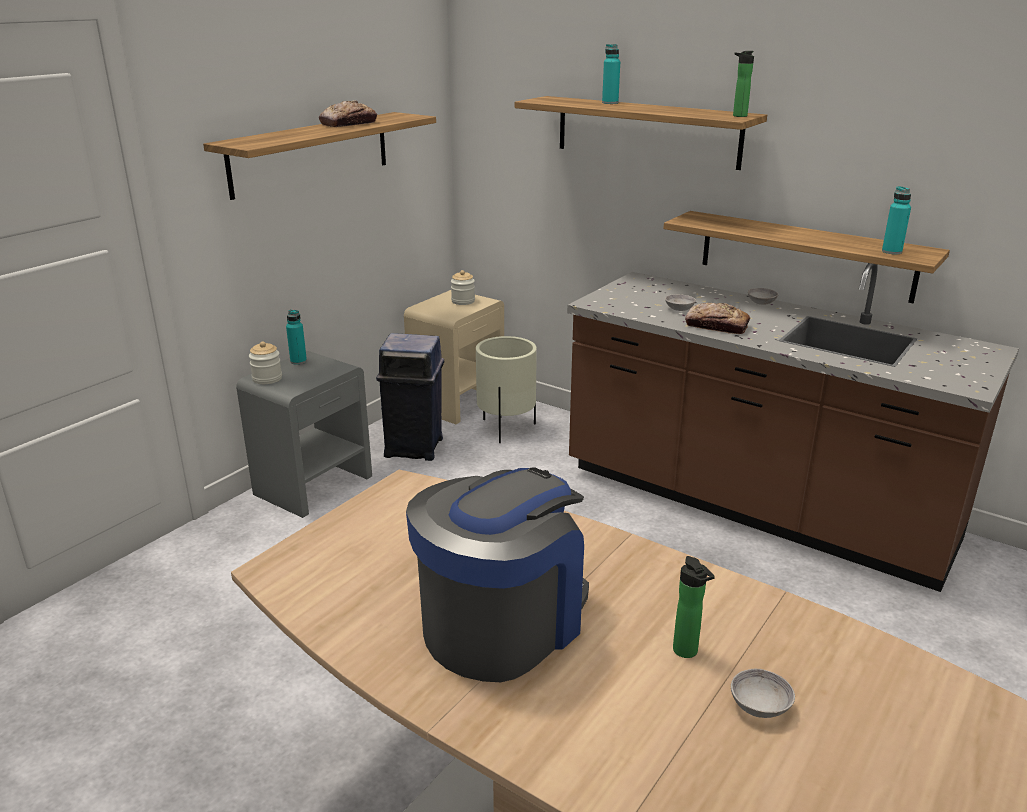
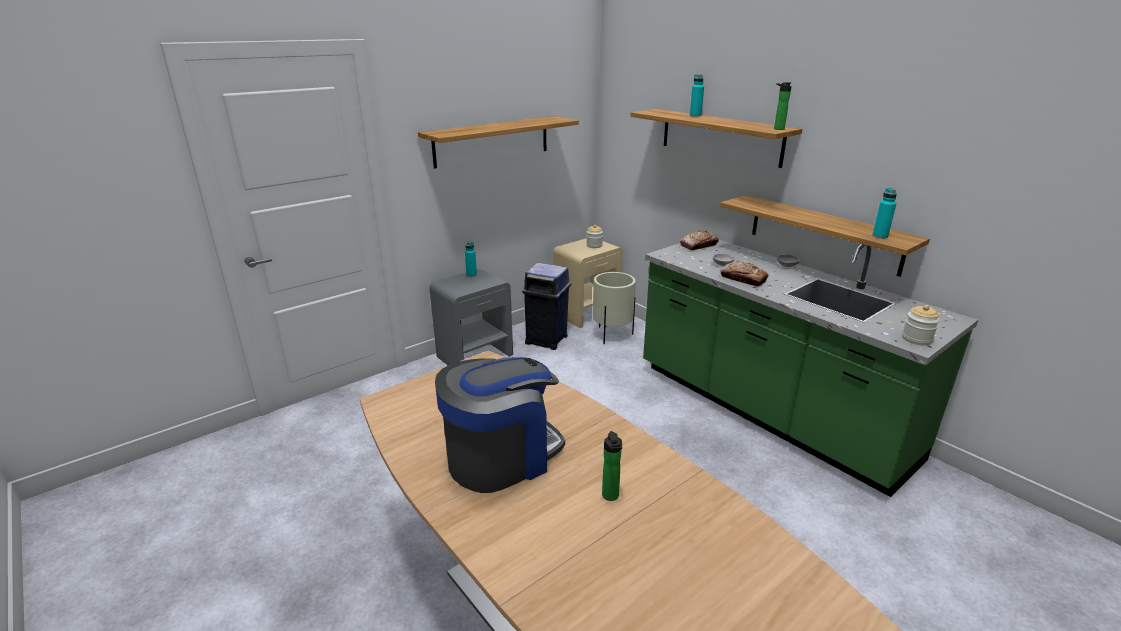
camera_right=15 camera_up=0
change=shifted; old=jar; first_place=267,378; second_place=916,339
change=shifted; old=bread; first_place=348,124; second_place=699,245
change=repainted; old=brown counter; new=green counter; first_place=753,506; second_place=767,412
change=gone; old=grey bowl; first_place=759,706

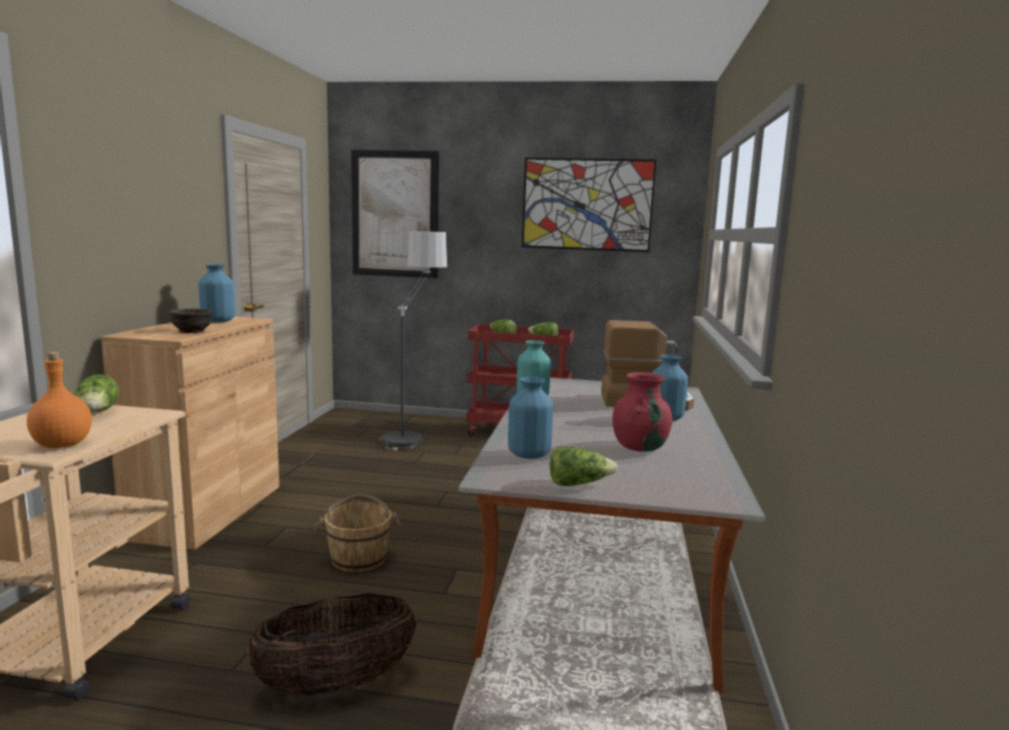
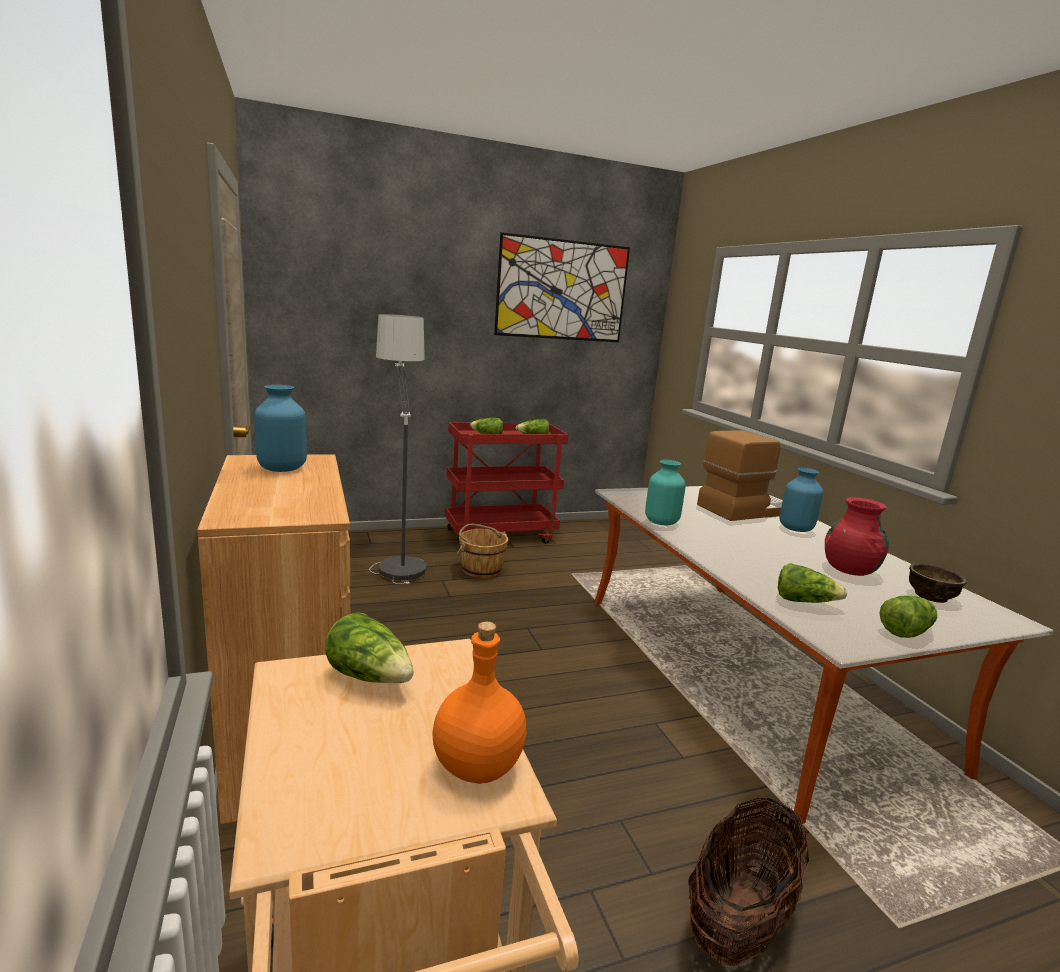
camera_right=-30 camera_up=5
change=shifted; old=brown bowl; first_place=192,331; second_place=930,596
change=shifted; old=brown bucket; first_place=359,558; second_place=481,569
change=gone; old=picture; first_place=395,214
change=swapped; old=blue vase; new=lettuce; first_place=529,454; second_place=804,601

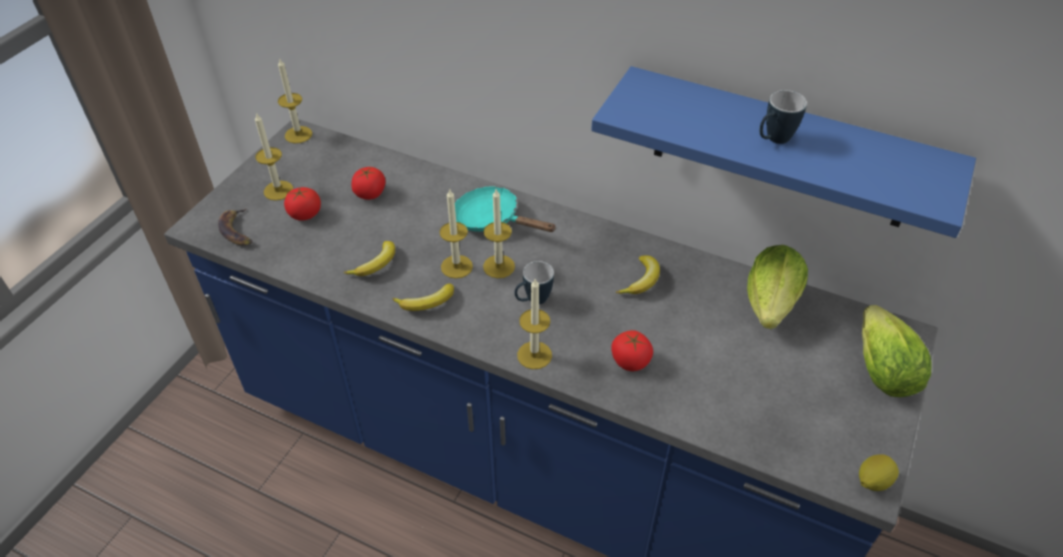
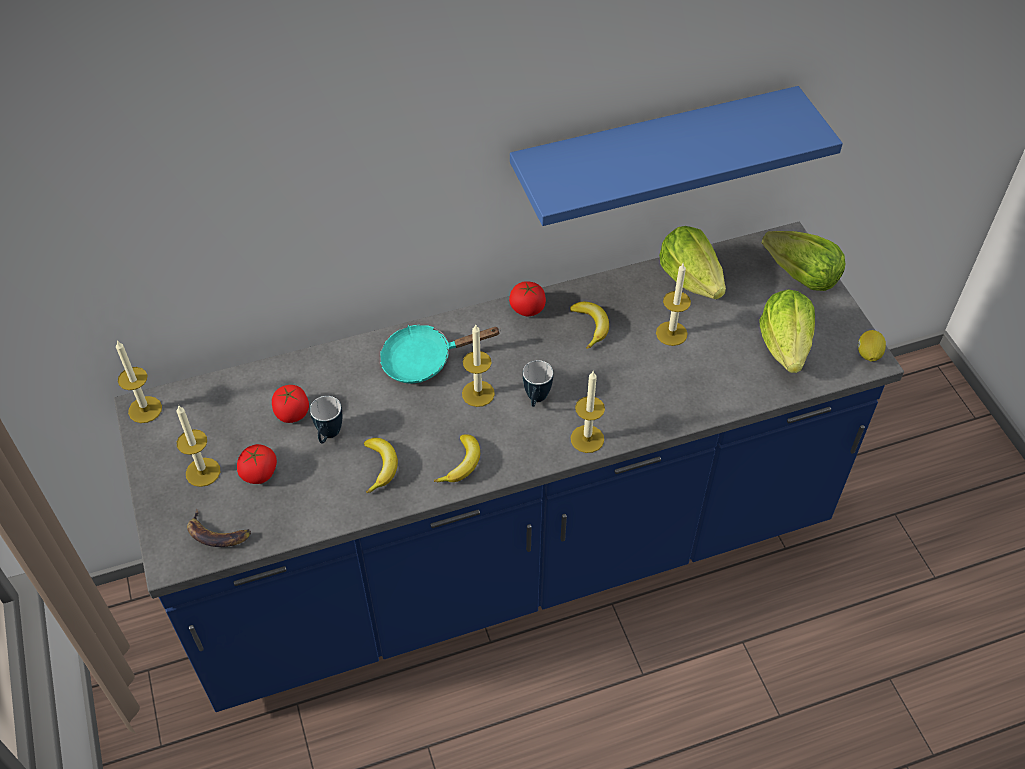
camera_right=-45 camera_up=5
change=shifted; old=candle; first_place=456,266; second_place=671,333
change=shifted; old=tomato; first_place=630,361; second_place=527,308
change=shifted; old=mug; first_place=773,140; second_place=328,436
change=new; new=lettuce; second_place=785,346

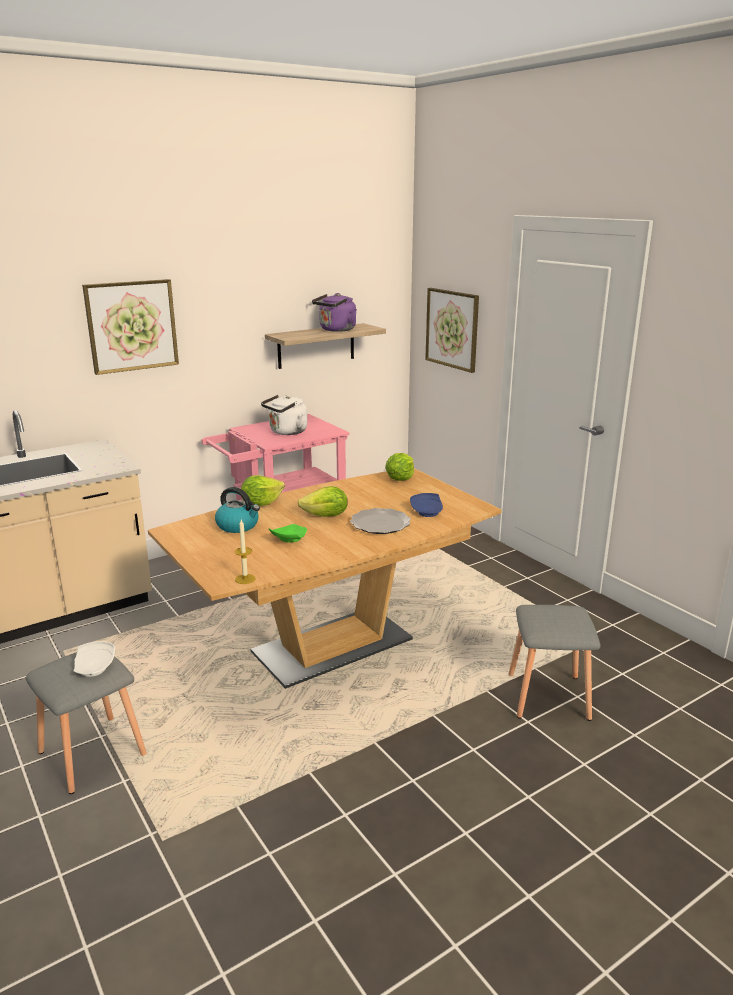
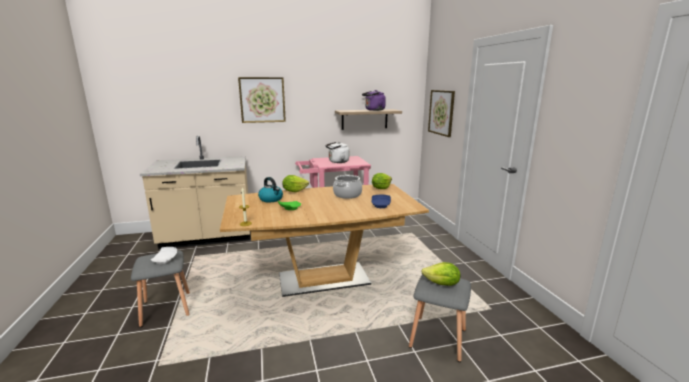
camera_right=20 camera_up=-5
change=shifted; old=lettuce; first_place=326,516; second_place=442,284
change=gone; old=plate; first_place=380,524
change=new; new=cooking pot; second_place=347,195

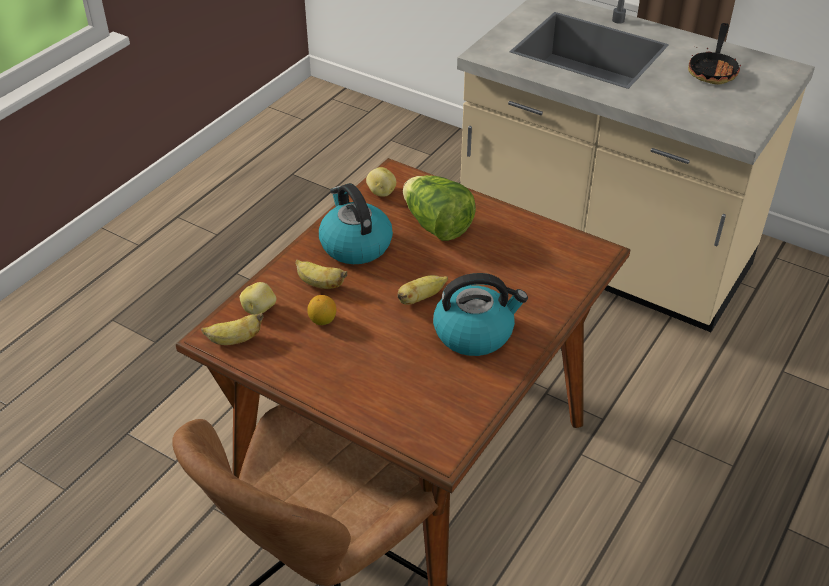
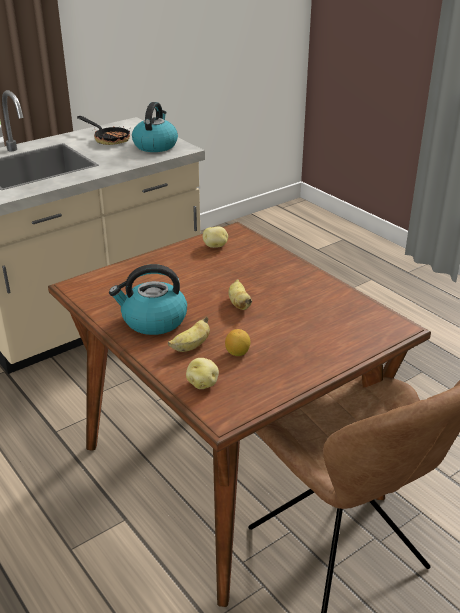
camera_right=-70 camera_up=-10
change=gone; old=banana; first_place=234,340
change=shifted; old=potato; first_place=381,192; second_place=215,246
change=gone; old=lettuce; first_place=436,226
change=shifted; old=kettle; first_place=475,332; second_place=155,145

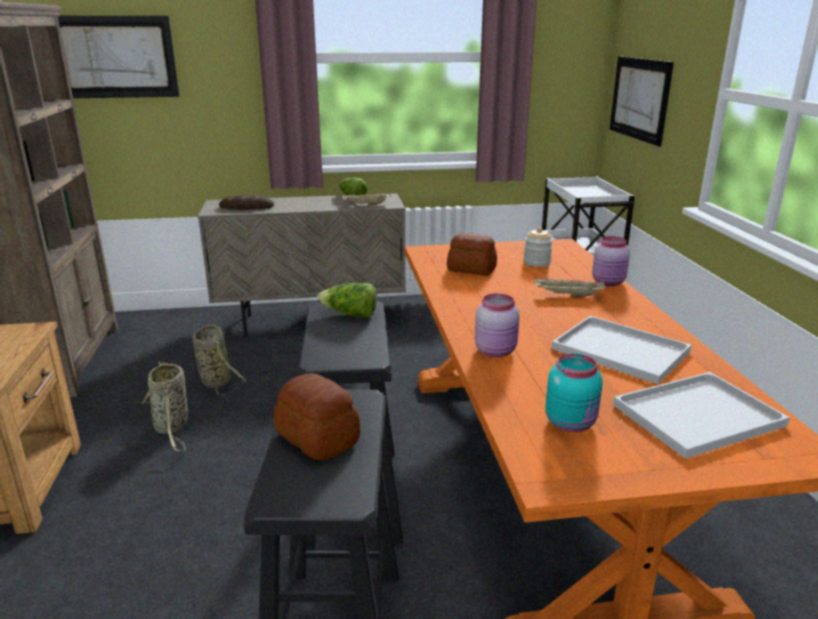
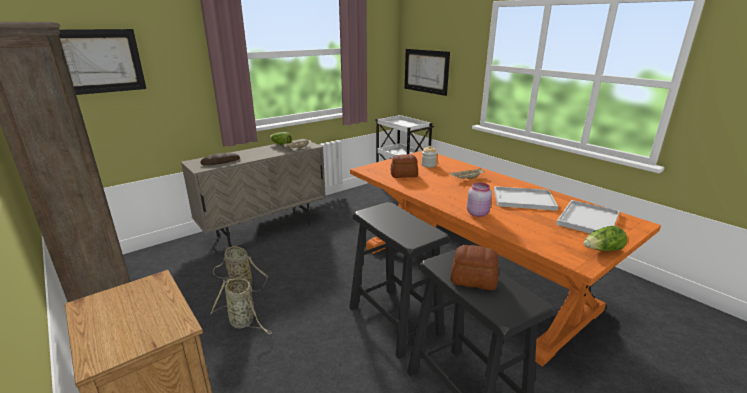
camera_right=-30 camera_up=0
change=shifted; old=lettuce; first_place=350,315; second_place=602,250
change=gone; old=turquoise jar; first_place=571,423
change=gone; old=pink jar; first_place=609,282

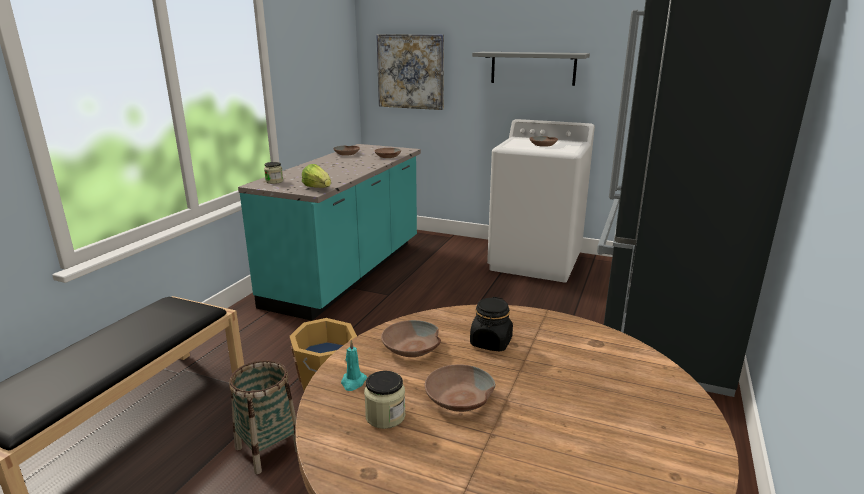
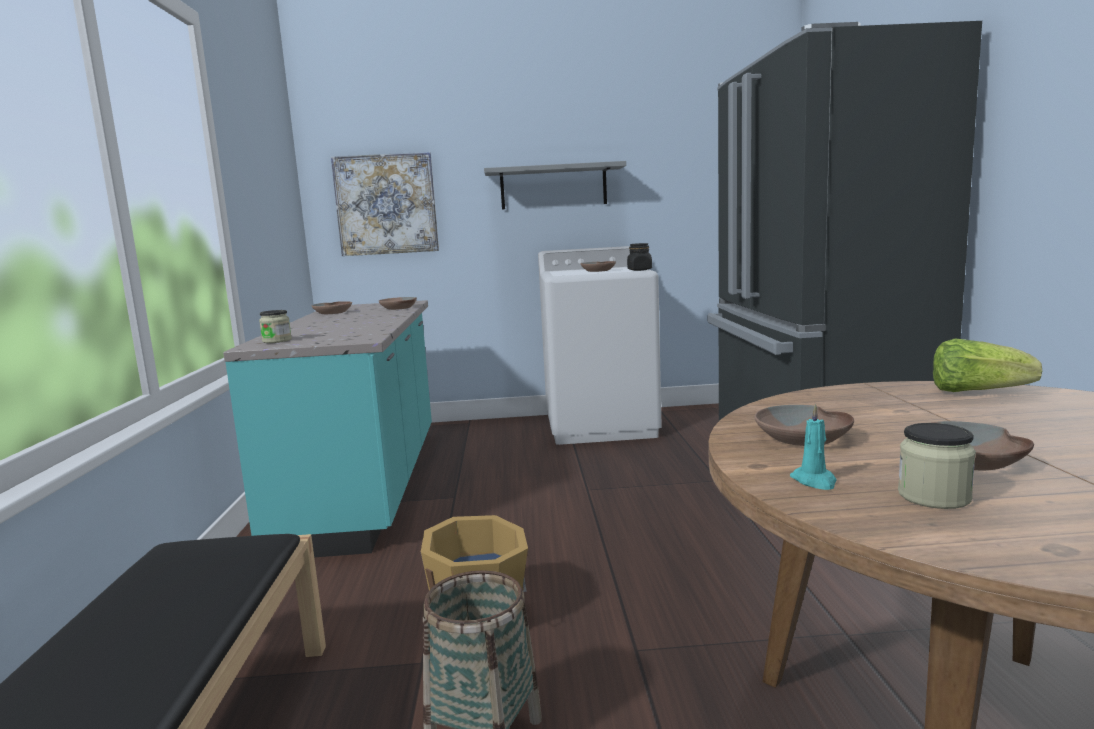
camera_right=-25 camera_up=-10
change=shifted; old=lettuce; first_place=317,188; second_place=976,392
change=shifted; old=black jar; first_place=491,342; second_place=639,270

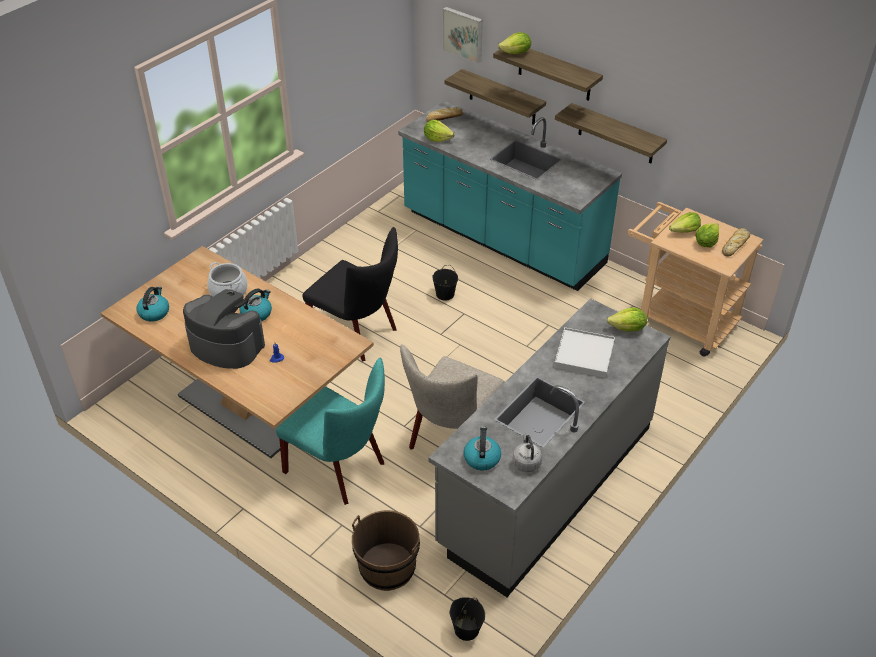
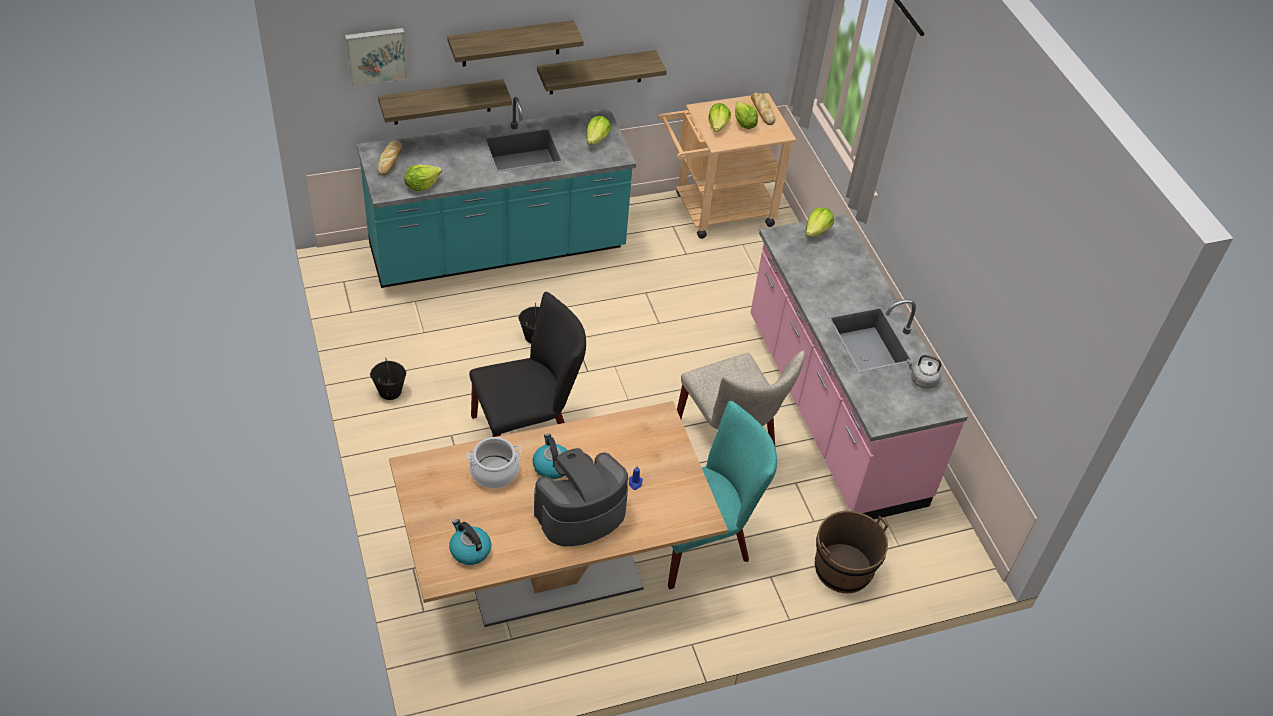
camera_right=-60 camera_up=5
change=repainted; old=grey counter; new=pink counter; first_place=546,485; second_place=831,410
change=shifted; old=black bucket; first_place=466,629; second_place=389,391
change=gone; old=kettle; first_place=481,458
change=shifted; old=lettuce; first_place=516,53; second_place=597,139
change=gone; old=white tray; first_place=584,355

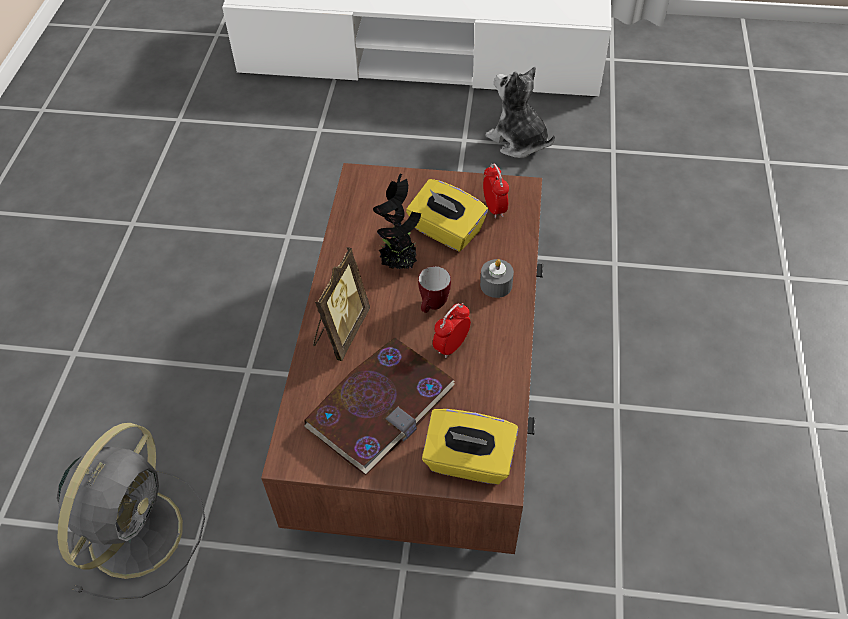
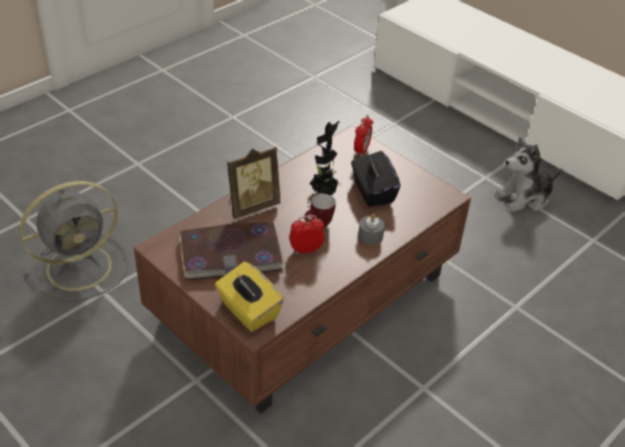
camera_right=35 camera_up=-10
change=repainted; old=yellow tissue box; new=black tissue box; first_place=446,231; second_place=372,192
change=shifted; old=alarm clock; first_place=494,208; second_place=361,150
change=rotated; old=plush toy; first_place=518,141; second_place=525,197; degrees=-105

